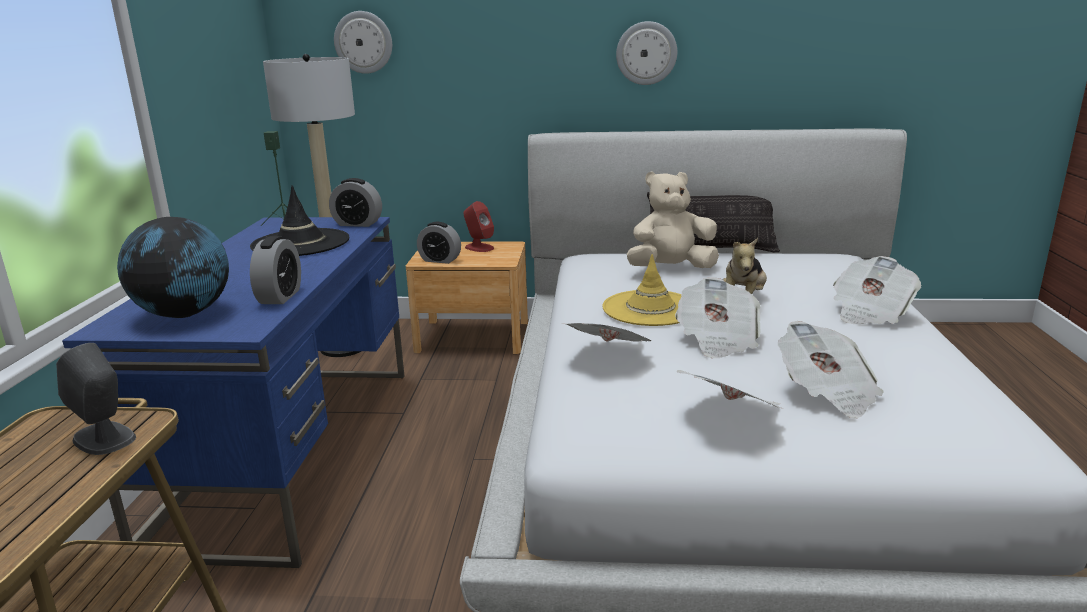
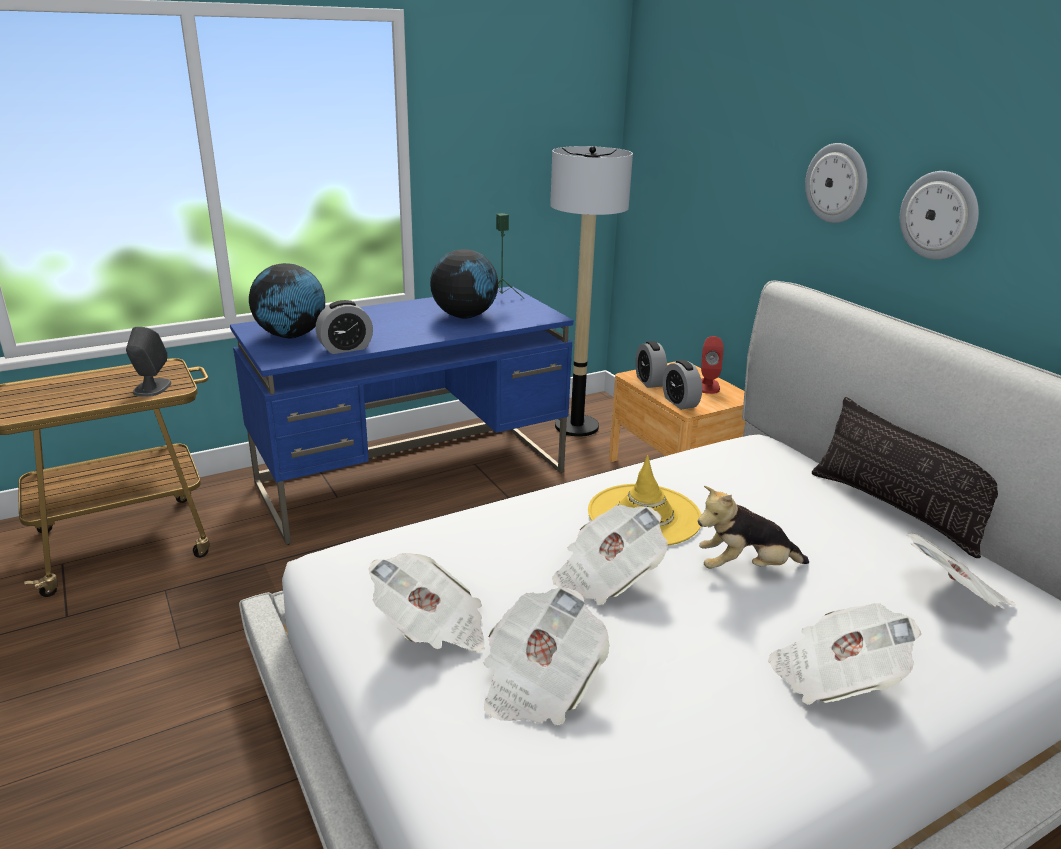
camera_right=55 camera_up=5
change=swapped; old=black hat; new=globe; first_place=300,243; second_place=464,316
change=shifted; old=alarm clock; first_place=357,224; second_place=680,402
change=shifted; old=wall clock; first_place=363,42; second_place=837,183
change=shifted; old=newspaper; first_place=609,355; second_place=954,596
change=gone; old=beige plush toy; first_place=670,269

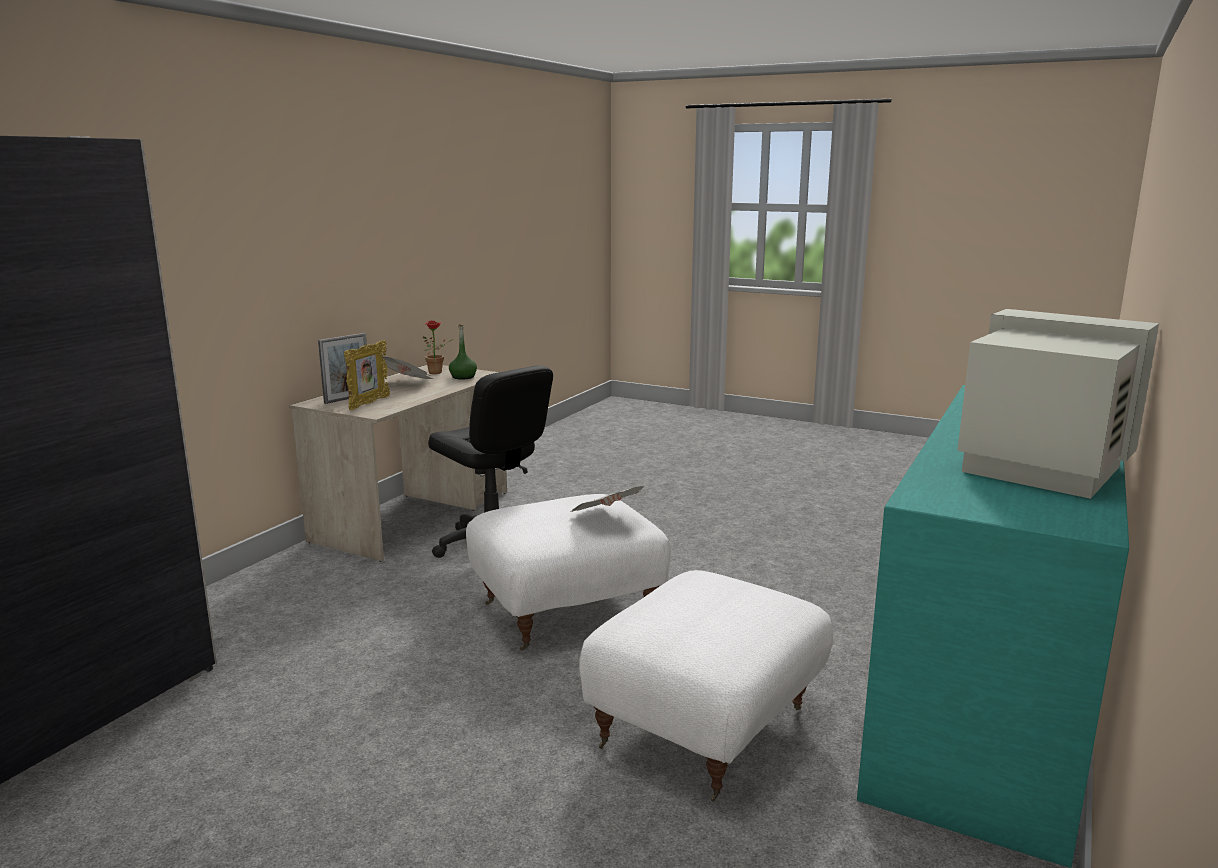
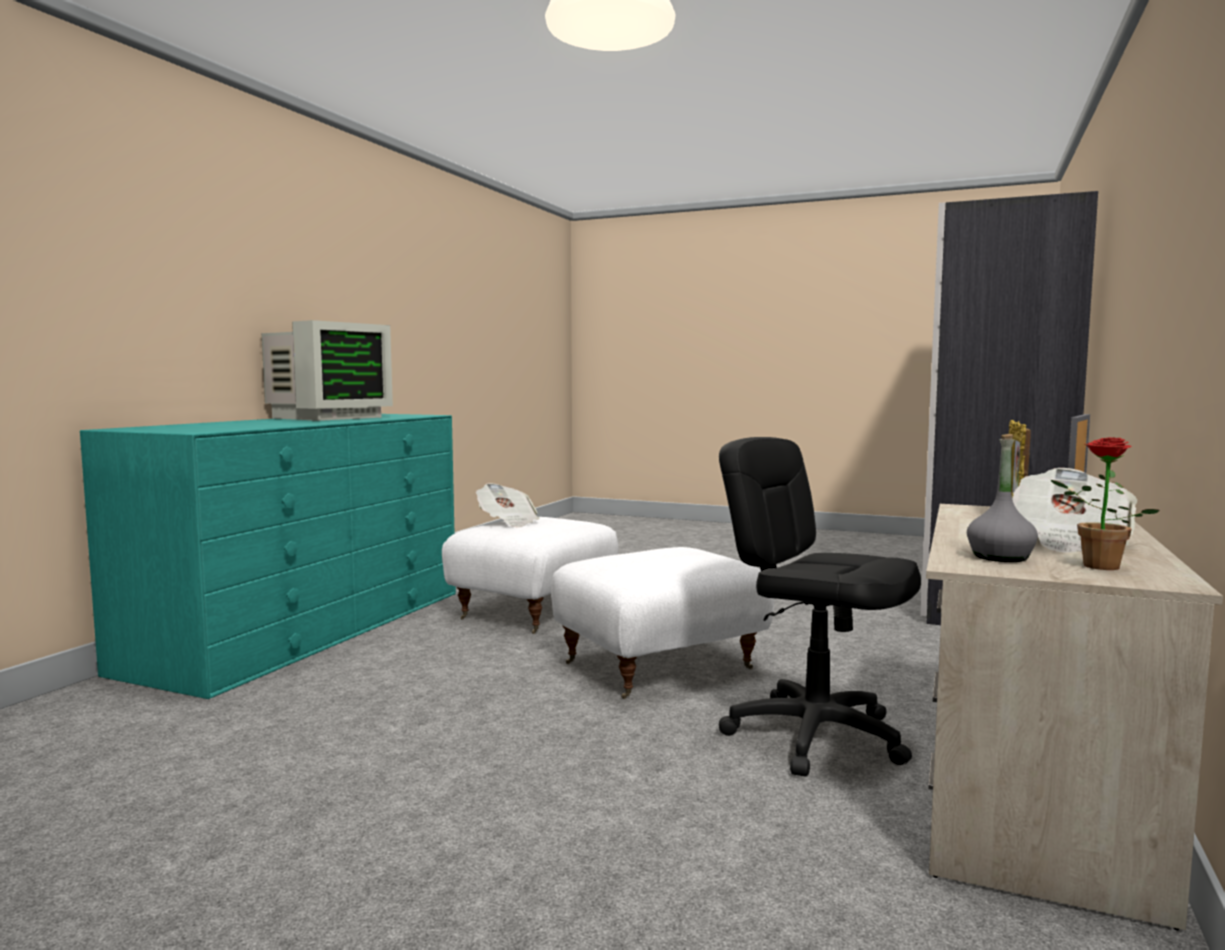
camera_right=175 camera_up=-10
change=repainted; old=green bottle; new=grey bottle; first_place=463,377; second_place=1000,557
change=shifted; old=newspaper; first_place=606,518; second_place=508,522
change=rotated; old=monitor; first_place=1040,469; second_place=326,417; degrees=-90

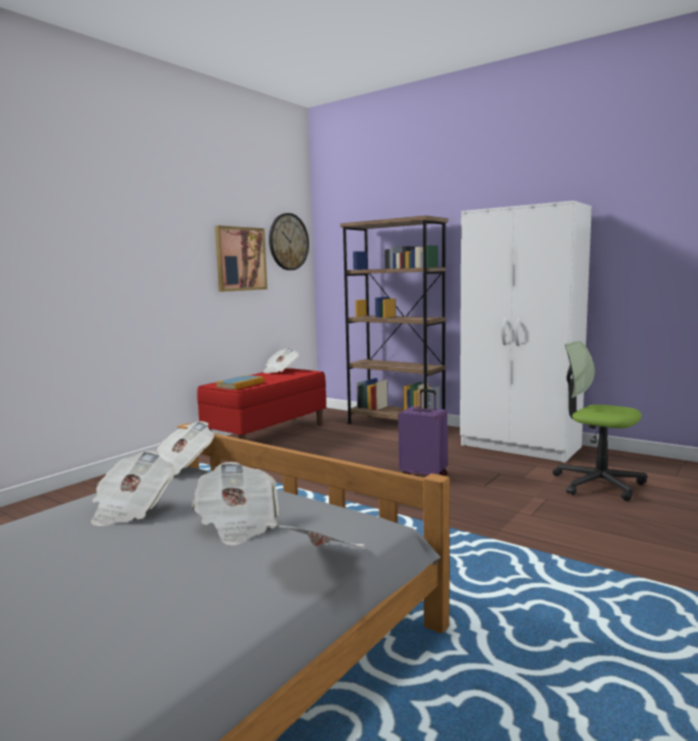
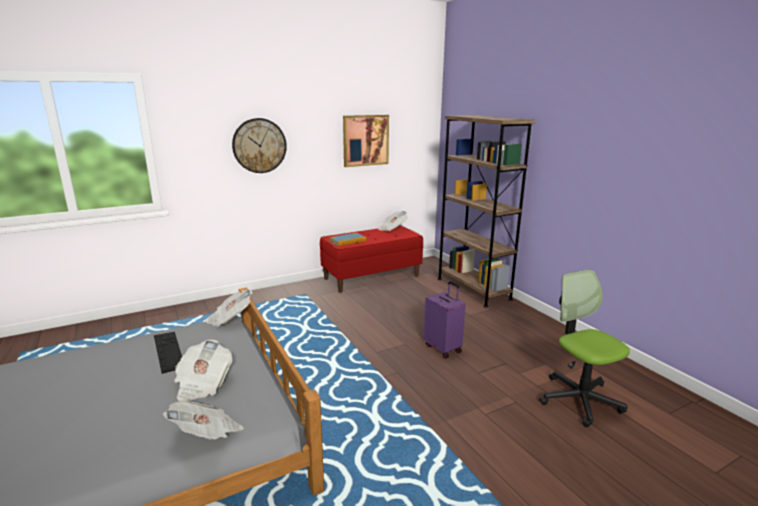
camera_right=25 camera_up=10
change=swapped; old=newspaper; new=keyboard; first_place=131,509; second_place=168,351
change=shifted; old=wall clock; first_place=288,242; second_place=259,145
change=gone; old=white wardrobe; first_place=520,446

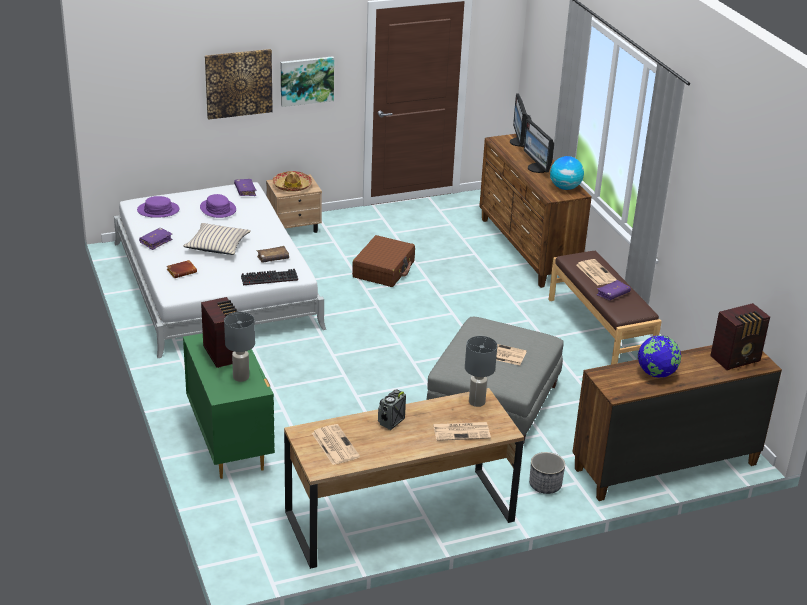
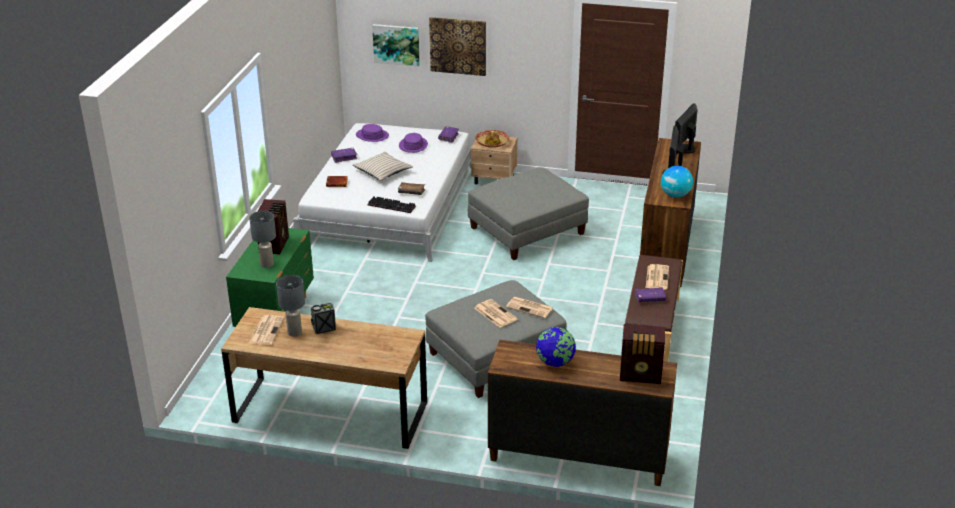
camera_right=35 camera_up=0
change=shifted; old=picture; first_place=306,80; second_place=396,44
change=swapped; old=brown suitcase; new=grey ottoman; first_place=384,269; second_place=527,230
change=shifted; old=newspaper; first_place=462,431; second_place=530,307
change=shifted; old=grey table lamp; first_place=477,402; second_place=294,333
change=gone; old=planter; first_place=545,485

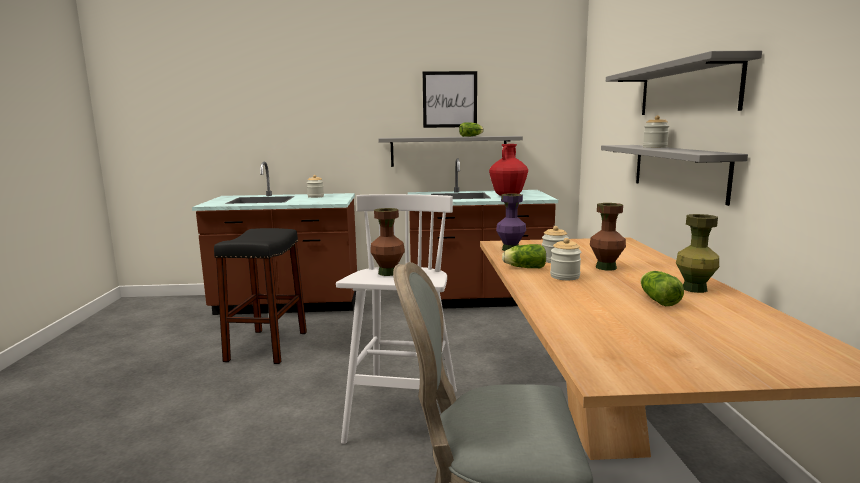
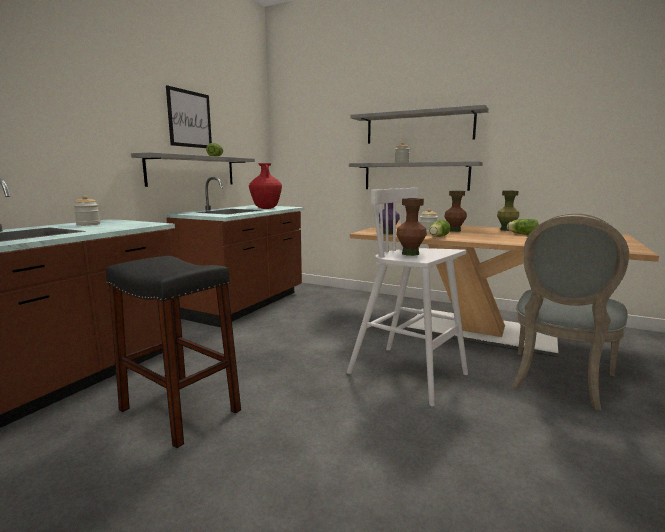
camera_right=-60 camera_up=0
change=gone; old=jar; first_place=565,276

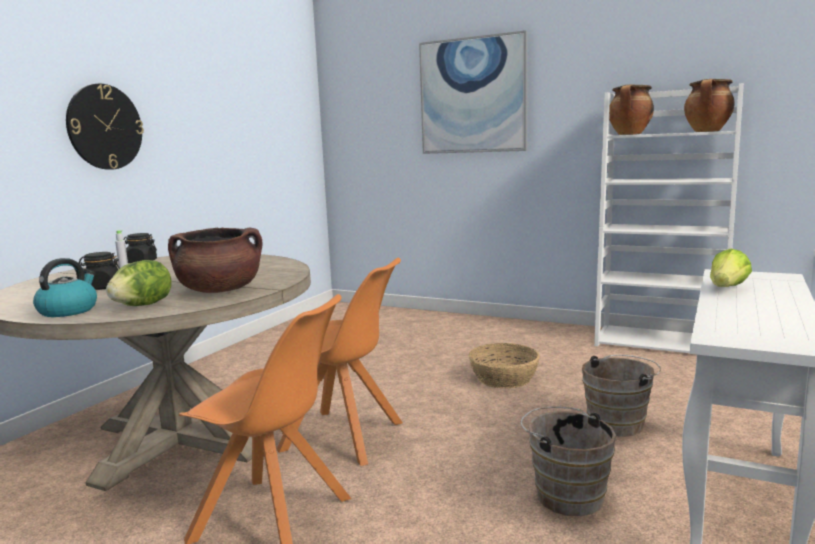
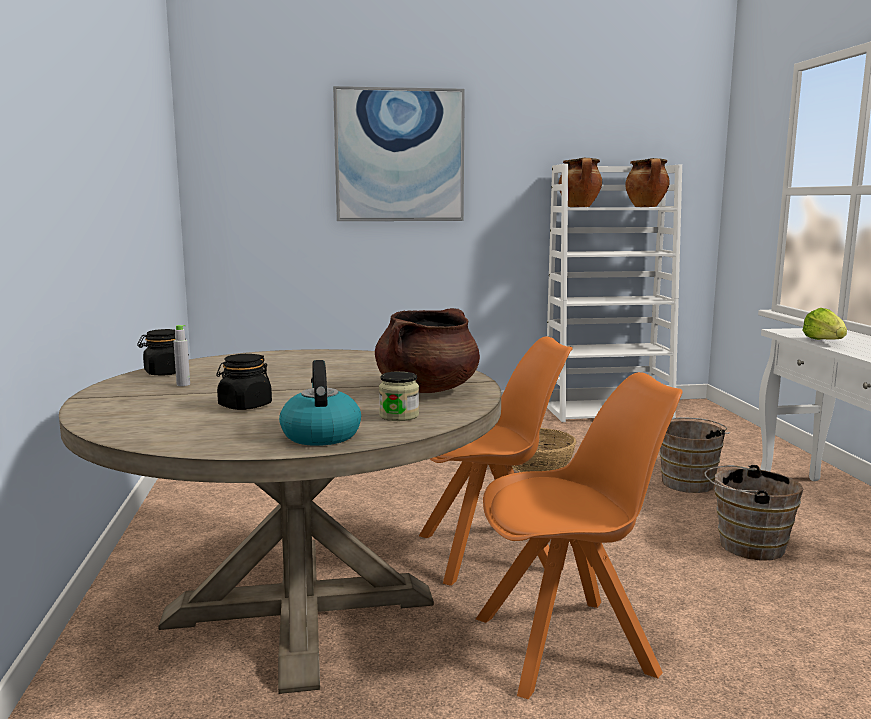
camera_right=-35 camera_up=0
change=gone; old=wall clock; first_place=104,127
change=swapped; old=lettuce; new=jar; first_place=143,305; second_place=399,416

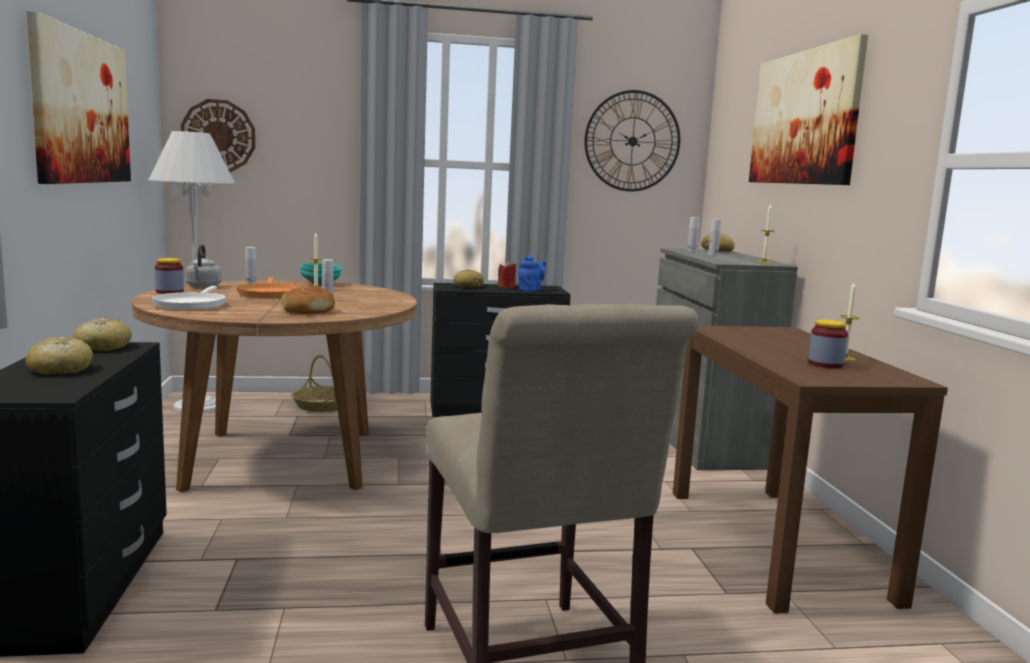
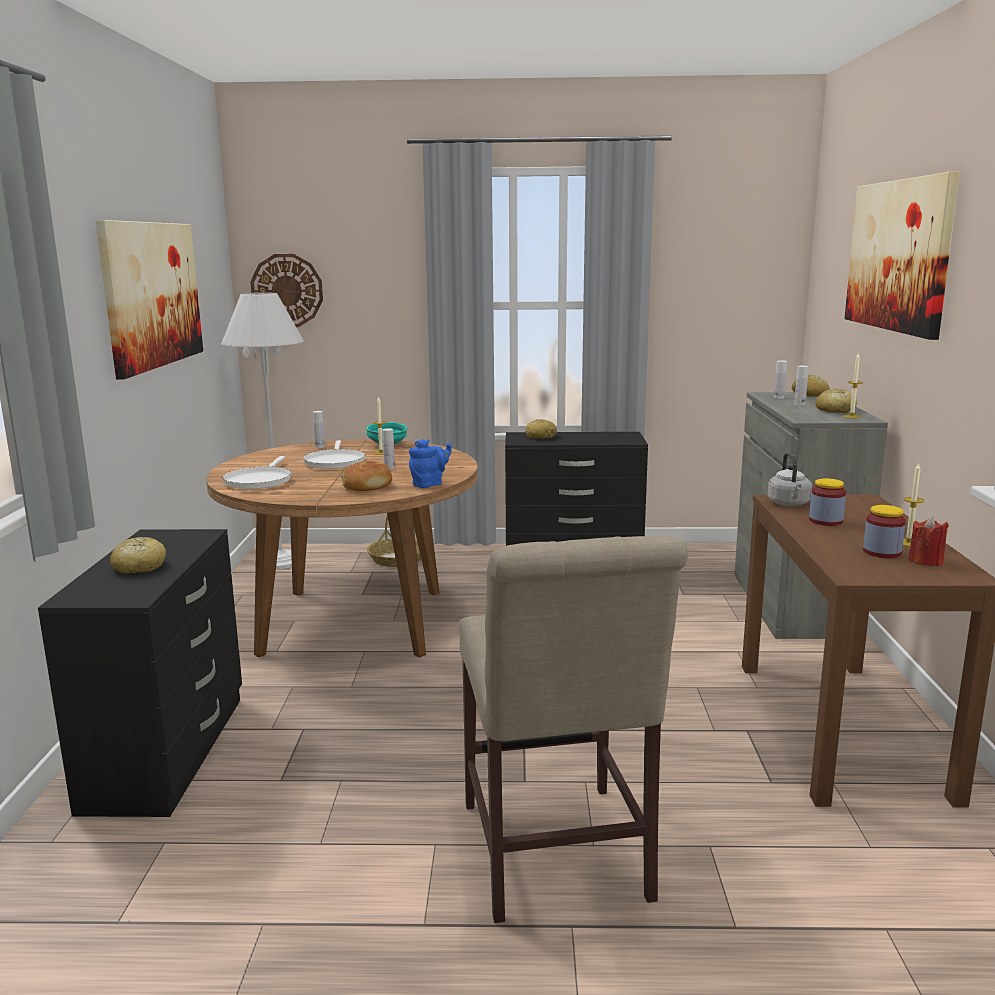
camera_right=10 camera_up=5
change=shifted; old=bread; first_place=102,347; second_place=835,410
change=shifted; old=jar; first_place=169,292; second_place=825,521
change=shifted; old=grey kettle; first_place=203,286; second_place=789,504
change=repainted; old=orange frying pan; new=white frying pan; first_place=269,294; second_place=334,462
change=shifted; old=red candle; first_place=506,286; second_place=925,561
change=shifted; old=blue teapot; first_place=531,290; second_place=429,484
change=gone; old=wall clock; first_place=632,141

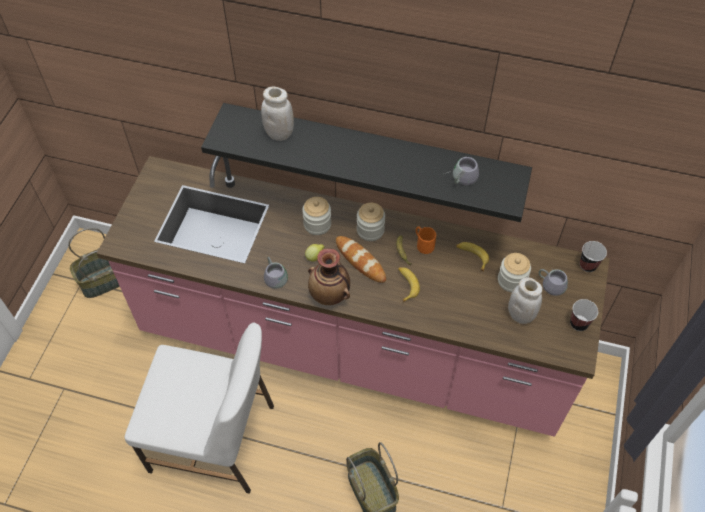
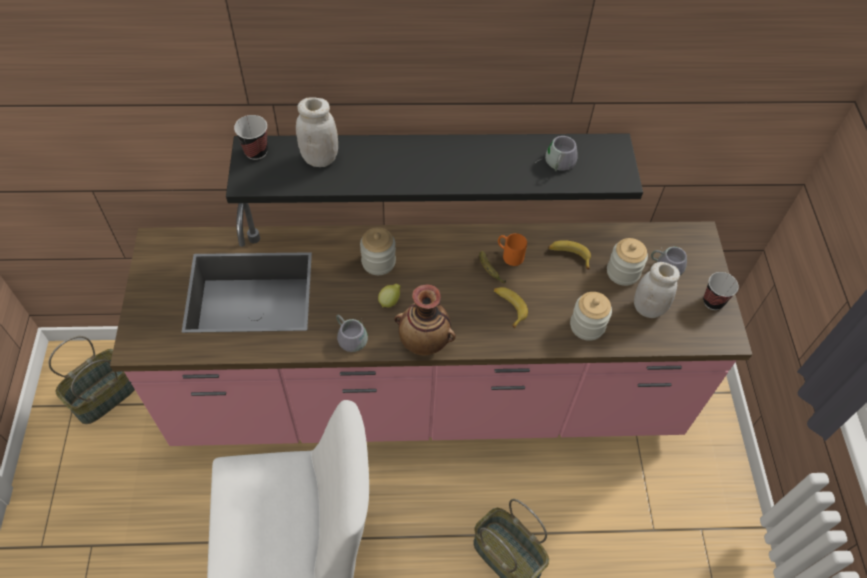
camera_right=-20 camera_up=0
change=gone; old=bread; first_place=360,261
change=shifted; old=jar; first_place=370,230; second_place=587,326
change=shifted; old=cup; first_place=588,265; second_place=256,151

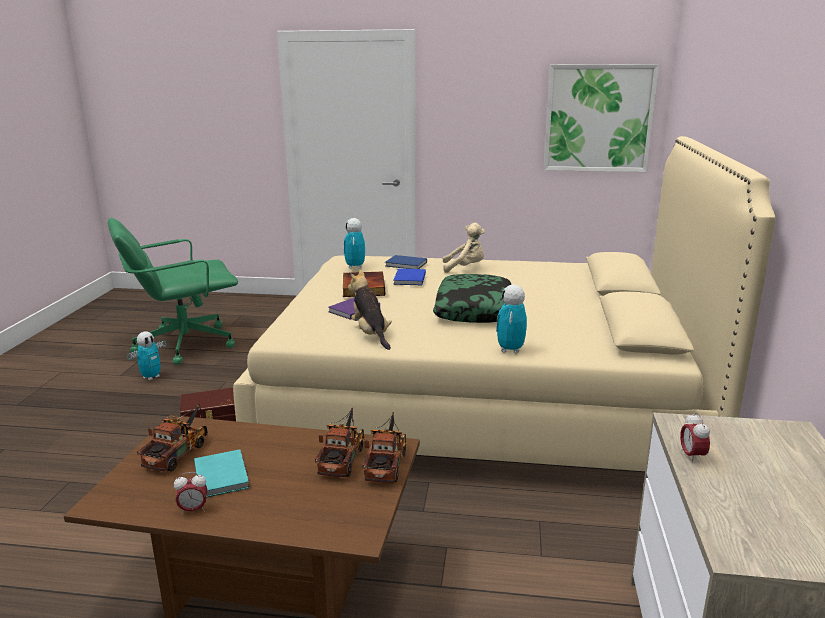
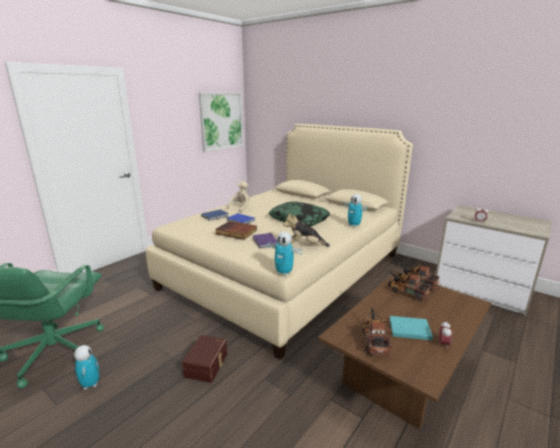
camera_right=-60 camera_up=0
change=rotated; old=toy truck; first_place=179,452; second_place=374,339; degrees=45
change=shifted; old=toy robot; first_place=355,267; second_place=284,273

